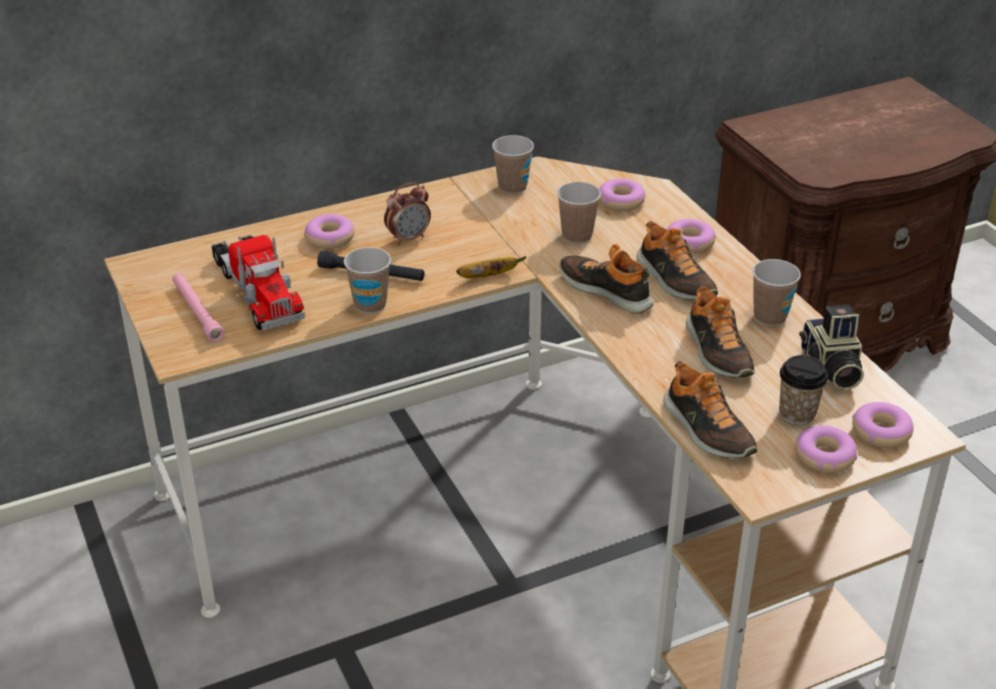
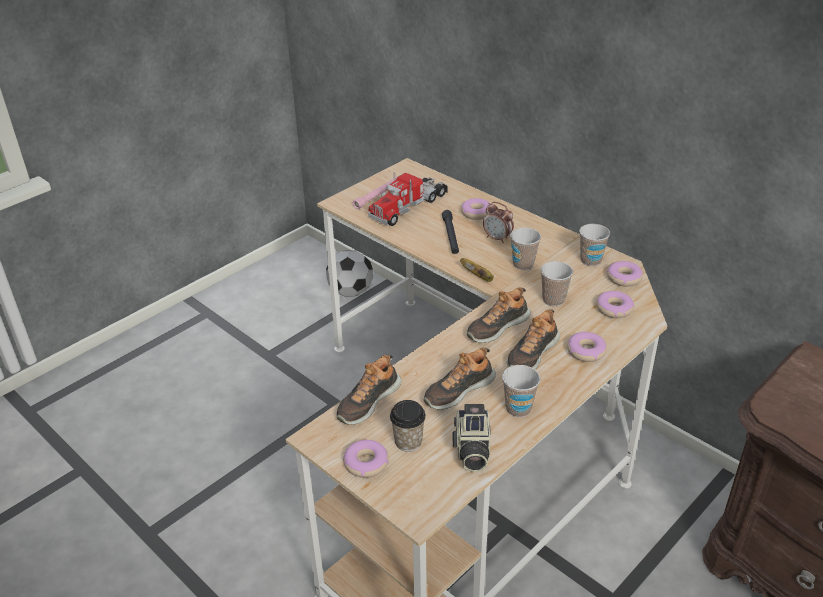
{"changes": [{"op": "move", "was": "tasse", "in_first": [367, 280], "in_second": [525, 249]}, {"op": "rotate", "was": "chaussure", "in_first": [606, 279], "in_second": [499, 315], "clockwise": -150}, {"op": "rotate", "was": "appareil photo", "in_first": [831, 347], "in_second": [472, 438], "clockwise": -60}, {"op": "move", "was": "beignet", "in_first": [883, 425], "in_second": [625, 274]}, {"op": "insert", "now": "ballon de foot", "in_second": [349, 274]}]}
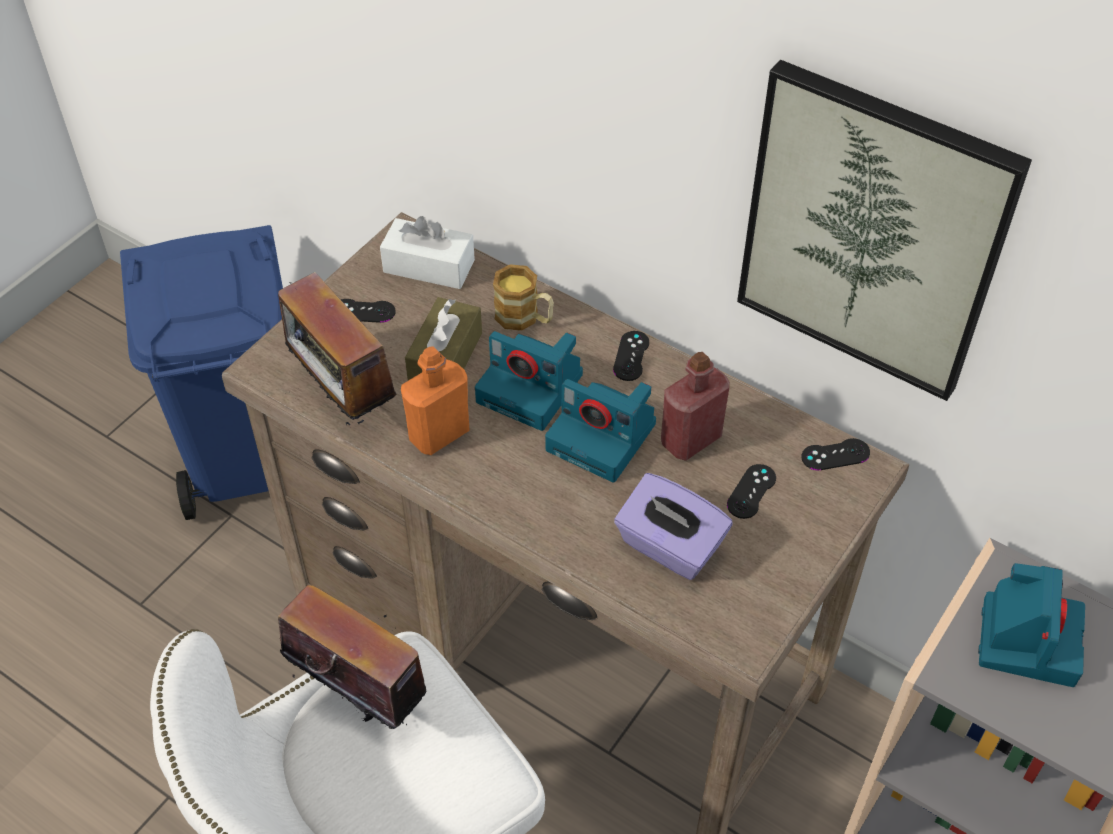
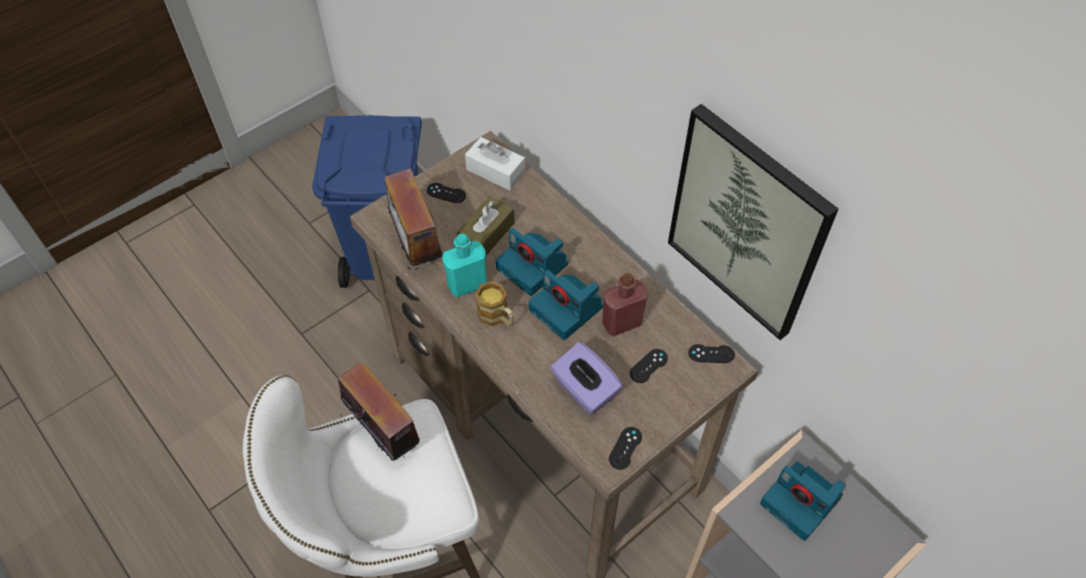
{"changes": [{"op": "recolor", "was": "bouteille [orange]", "now": "bouteille [turquoise]", "in_first": [435, 400], "in_second": [464, 265]}, {"op": "move", "was": "mug", "in_first": [523, 297], "in_second": [494, 303]}, {"op": "move", "was": "manette [noir]", "in_first": [631, 356], "in_second": [625, 448]}, {"op": "rotate", "was": "appareil photo", "in_first": [1031, 625], "in_second": [803, 501], "clockwise": 105}]}
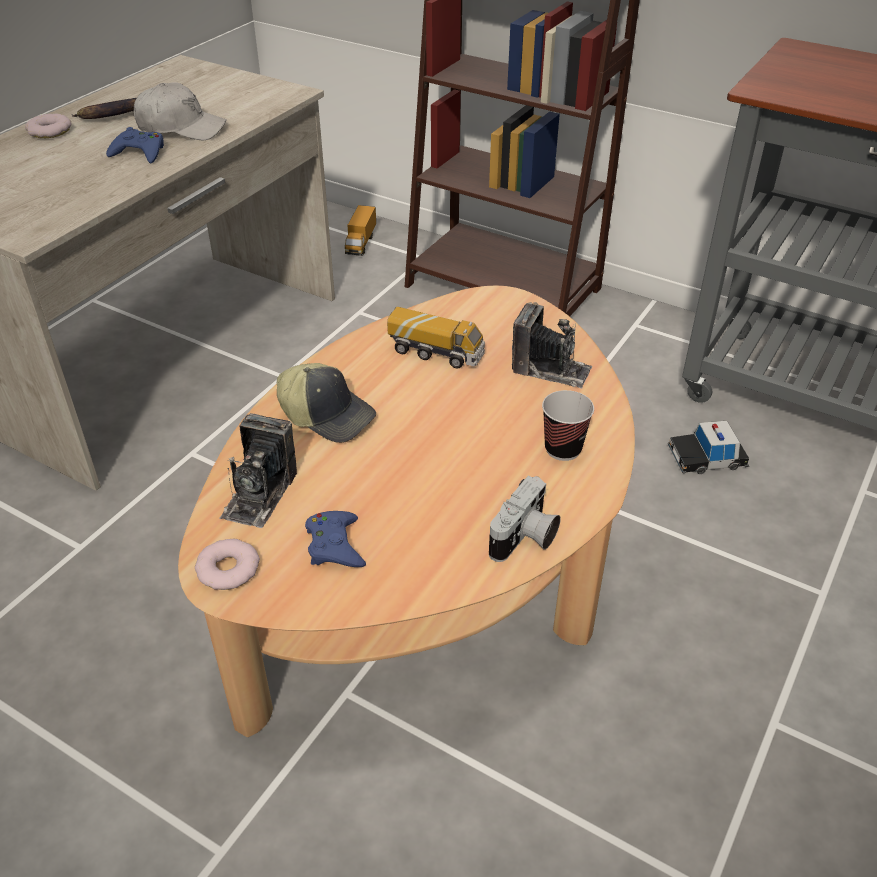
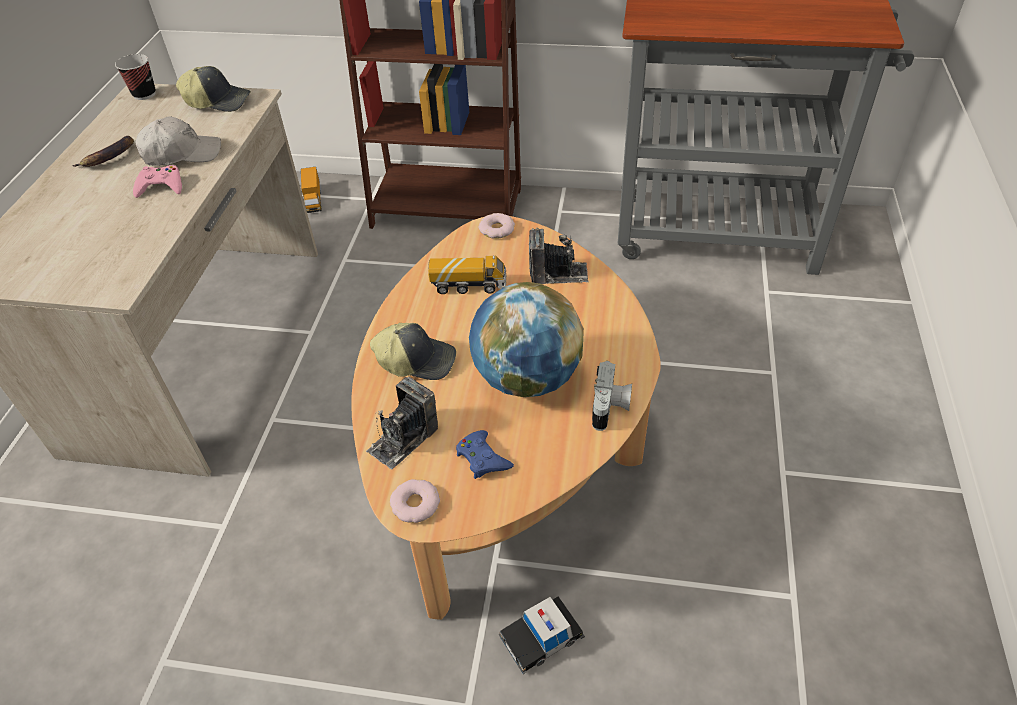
{"changes": [{"op": "move", "was": "beignet", "in_first": [48, 126], "in_second": [496, 226]}, {"op": "recolor", "was": "manette [bleu]", "now": "manette [rose]", "in_first": [135, 145], "in_second": [157, 181]}, {"op": "rotate", "was": "appareil photo", "in_first": [258, 470], "in_second": [402, 422], "clockwise": 45}, {"op": "move", "was": "tasse", "in_first": [568, 425], "in_second": [135, 77]}, {"op": "move", "was": "petite voiture", "in_first": [708, 447], "in_second": [542, 635]}, {"op": "insert", "now": "casquette", "in_second": [213, 89]}, {"op": "insert", "now": "globe", "in_second": [526, 339]}]}
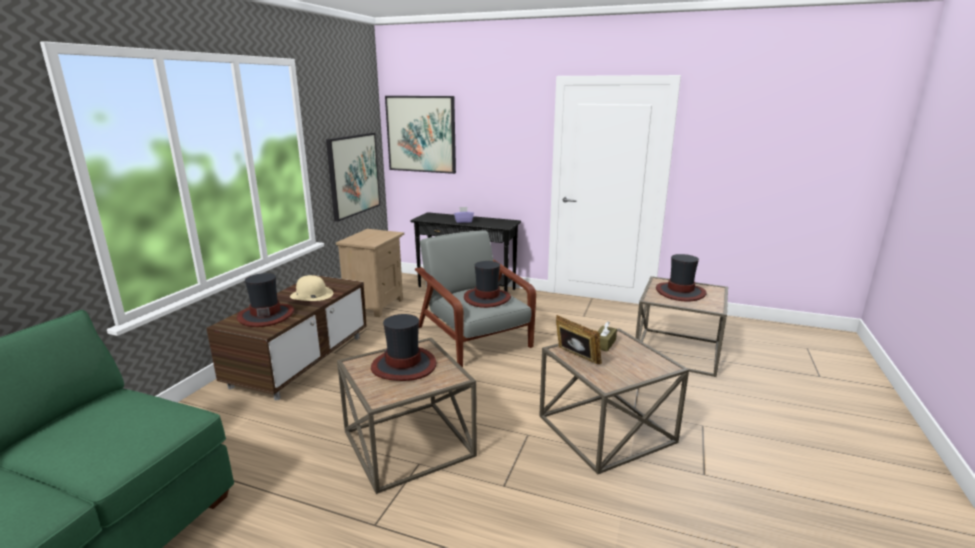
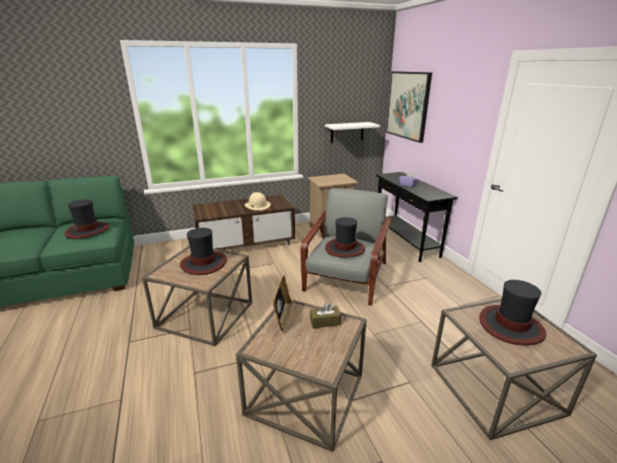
{"changes": [{"op": "move", "was": "chapeau", "in_first": [265, 300], "in_second": [87, 219]}, {"op": "replace", "was": "tableau", "now": "étagère [blanc]", "in_first": [353, 177], "in_second": [352, 132]}]}
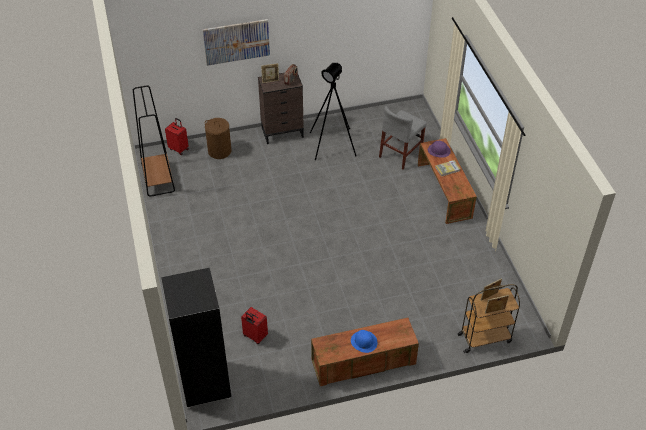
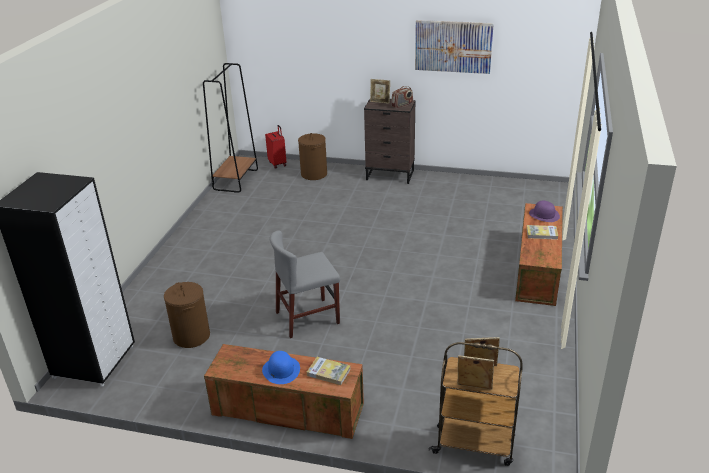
{"changes": [{"op": "move", "was": "tableau", "in_first": [236, 42], "in_second": [454, 47]}, {"op": "replace", "was": "valise [rouge]", "now": "panier à linge [marron]", "in_first": [254, 325], "in_second": [187, 315]}, {"op": "delete", "was": "lampadaire [noir]", "in_first": [333, 111]}, {"op": "move", "was": "chaise [gris]", "in_first": [403, 138], "in_second": [305, 284]}, {"op": "insert", "now": "livre", "in_second": [329, 371]}]}
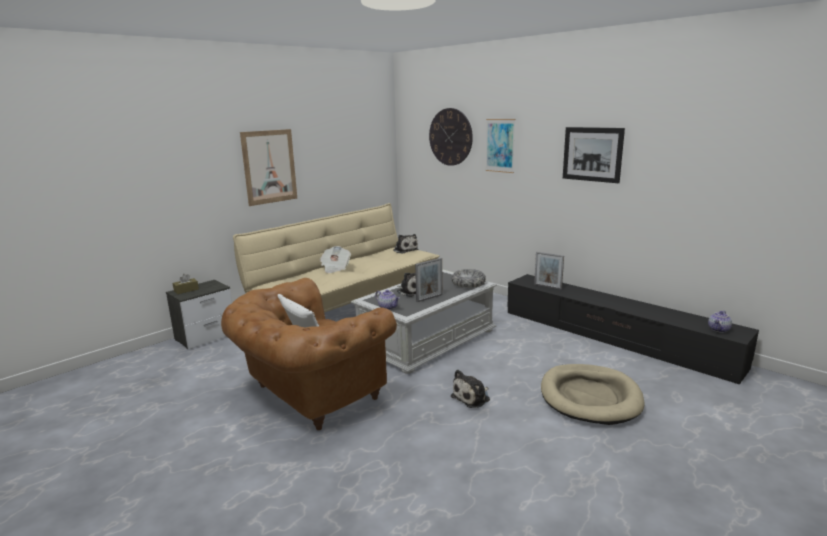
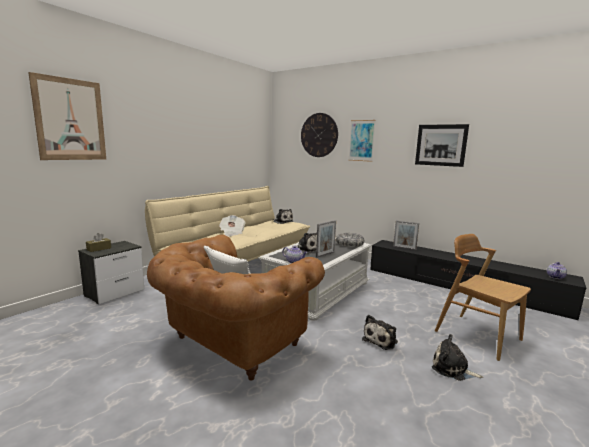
{"changes": [{"op": "move", "was": "tableau", "in_first": [268, 167], "in_second": [67, 116]}, {"op": "replace", "was": "panier pour chien [beige]", "now": "chaise [marron]", "in_first": [593, 394], "in_second": [483, 297]}, {"op": "insert", "now": "peluche", "in_second": [457, 357]}]}
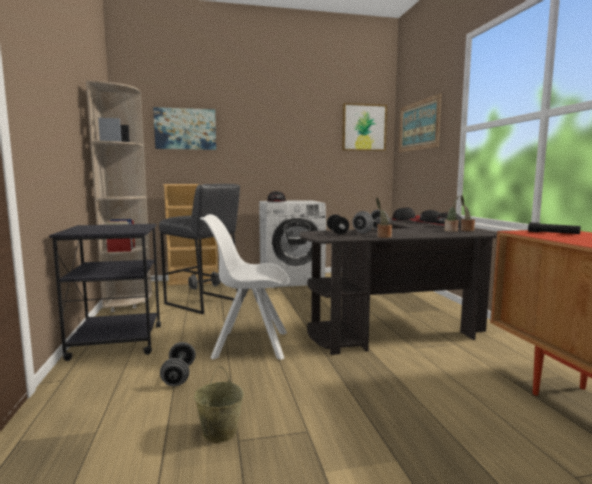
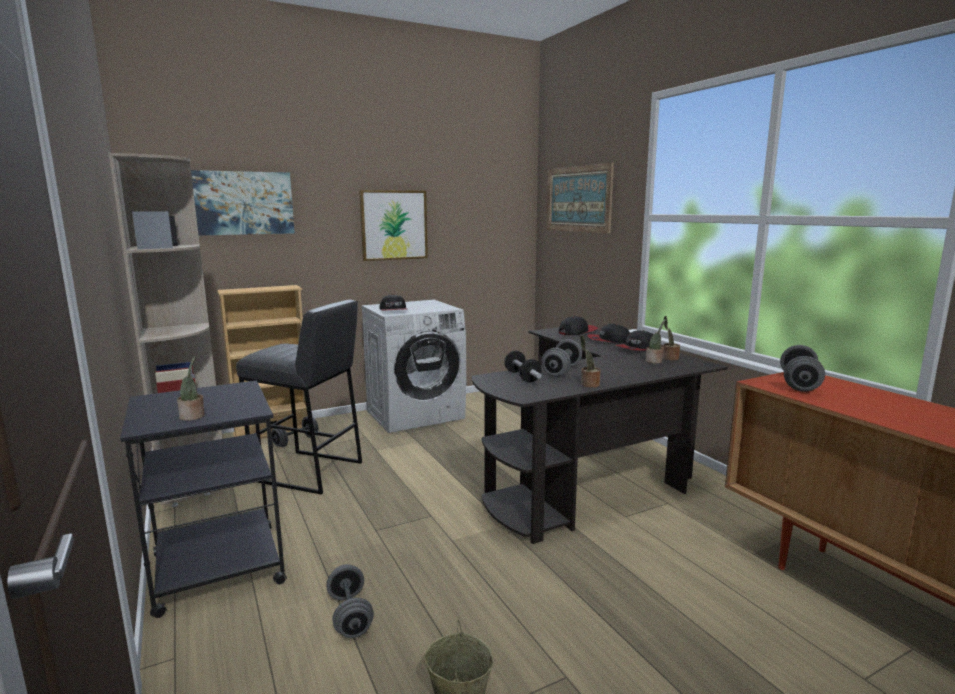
{"changes": [{"op": "delete", "was": "chaise [blanc]", "in_first": [245, 287]}, {"op": "move", "was": "tableau", "in_first": [364, 127], "in_second": [393, 225]}, {"op": "replace", "was": "lampe de poche [noir]", "now": "haltère [gris]", "in_first": [554, 228], "in_second": [802, 368]}, {"op": "insert", "now": "plante en pot", "in_second": [191, 388]}]}
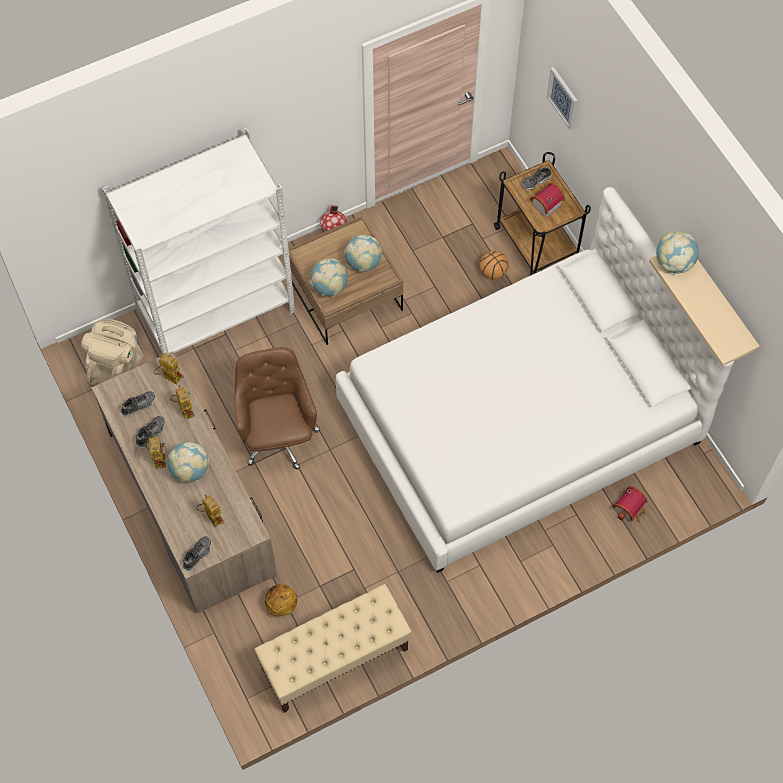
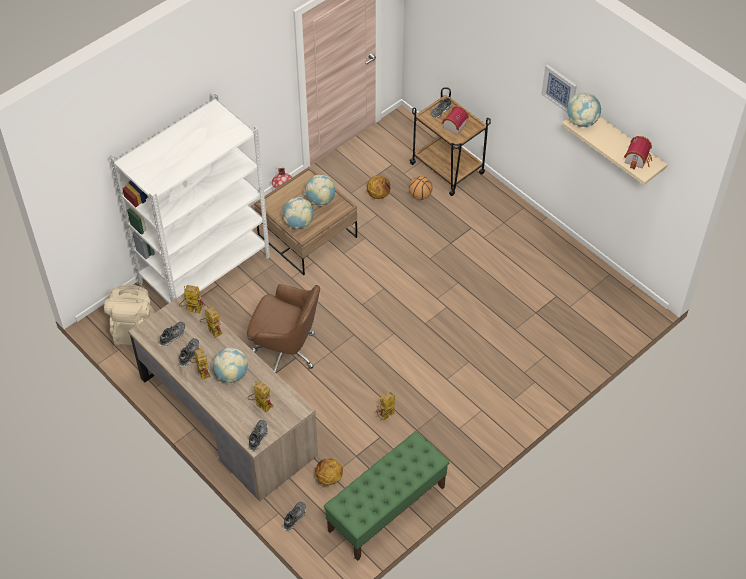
{"changes": [{"op": "rotate", "was": "chaise de bureau [marron]", "in_first": [277, 408], "in_second": [283, 328], "clockwise": 135}, {"op": "recolor", "was": "banc [beige]", "now": "banc [vert]", "in_first": [332, 648], "in_second": [387, 496]}, {"op": "delete", "was": "lit [blanc]", "in_first": [535, 380]}, {"op": "move", "was": "tableau", "in_first": [562, 98], "in_second": [559, 88]}, {"op": "move", "was": "maison miniature", "in_first": [629, 504], "in_second": [638, 153]}, {"op": "insert", "now": "chaussure", "in_second": [294, 516]}, {"op": "insert", "now": "ballon de basket", "in_second": [379, 187]}, {"op": "insert", "now": "robot jouet", "in_second": [385, 405]}]}
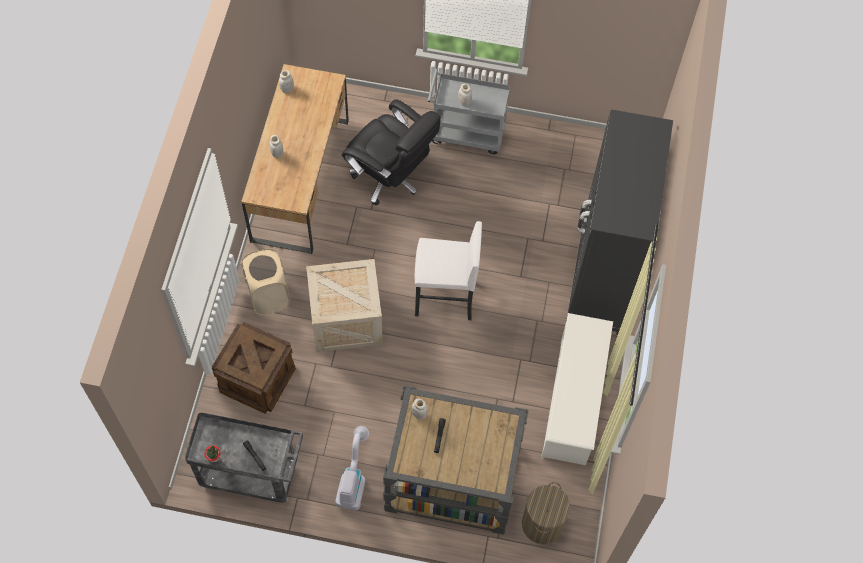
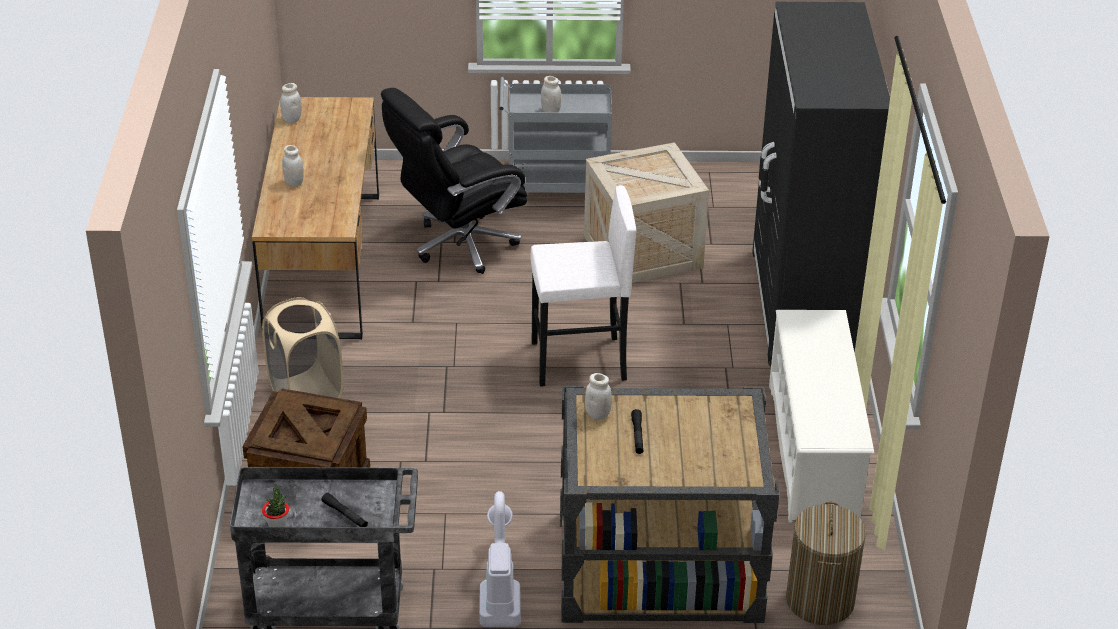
{"changes": [{"op": "move", "was": "caisse", "in_first": [344, 305], "in_second": [646, 212]}, {"op": "rotate", "was": "chaise de bureau [noir]", "in_first": [391, 152], "in_second": [454, 181], "clockwise": 120}]}
